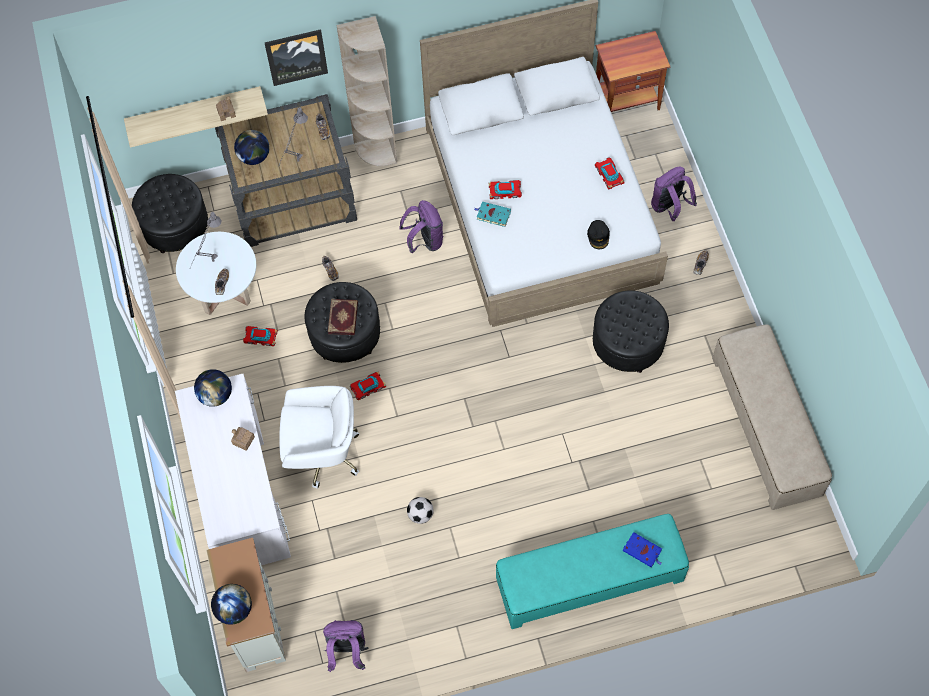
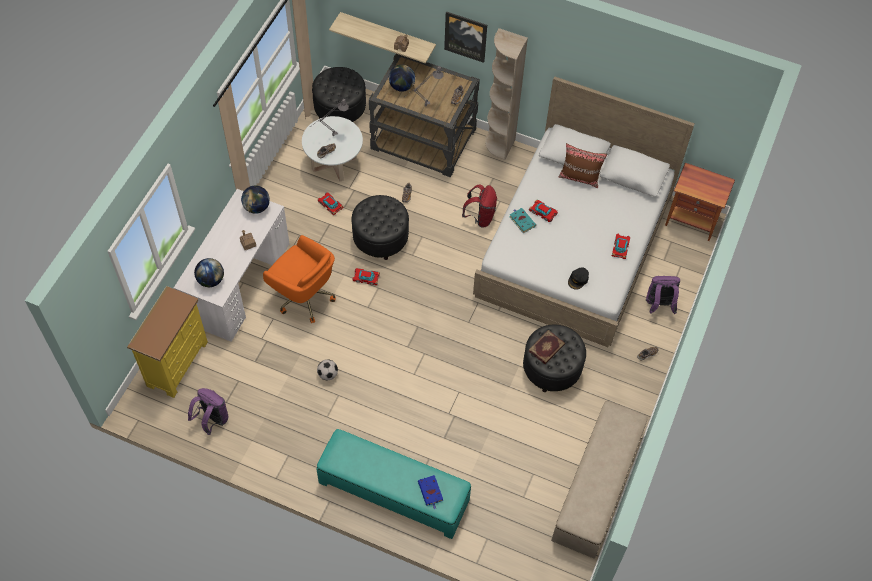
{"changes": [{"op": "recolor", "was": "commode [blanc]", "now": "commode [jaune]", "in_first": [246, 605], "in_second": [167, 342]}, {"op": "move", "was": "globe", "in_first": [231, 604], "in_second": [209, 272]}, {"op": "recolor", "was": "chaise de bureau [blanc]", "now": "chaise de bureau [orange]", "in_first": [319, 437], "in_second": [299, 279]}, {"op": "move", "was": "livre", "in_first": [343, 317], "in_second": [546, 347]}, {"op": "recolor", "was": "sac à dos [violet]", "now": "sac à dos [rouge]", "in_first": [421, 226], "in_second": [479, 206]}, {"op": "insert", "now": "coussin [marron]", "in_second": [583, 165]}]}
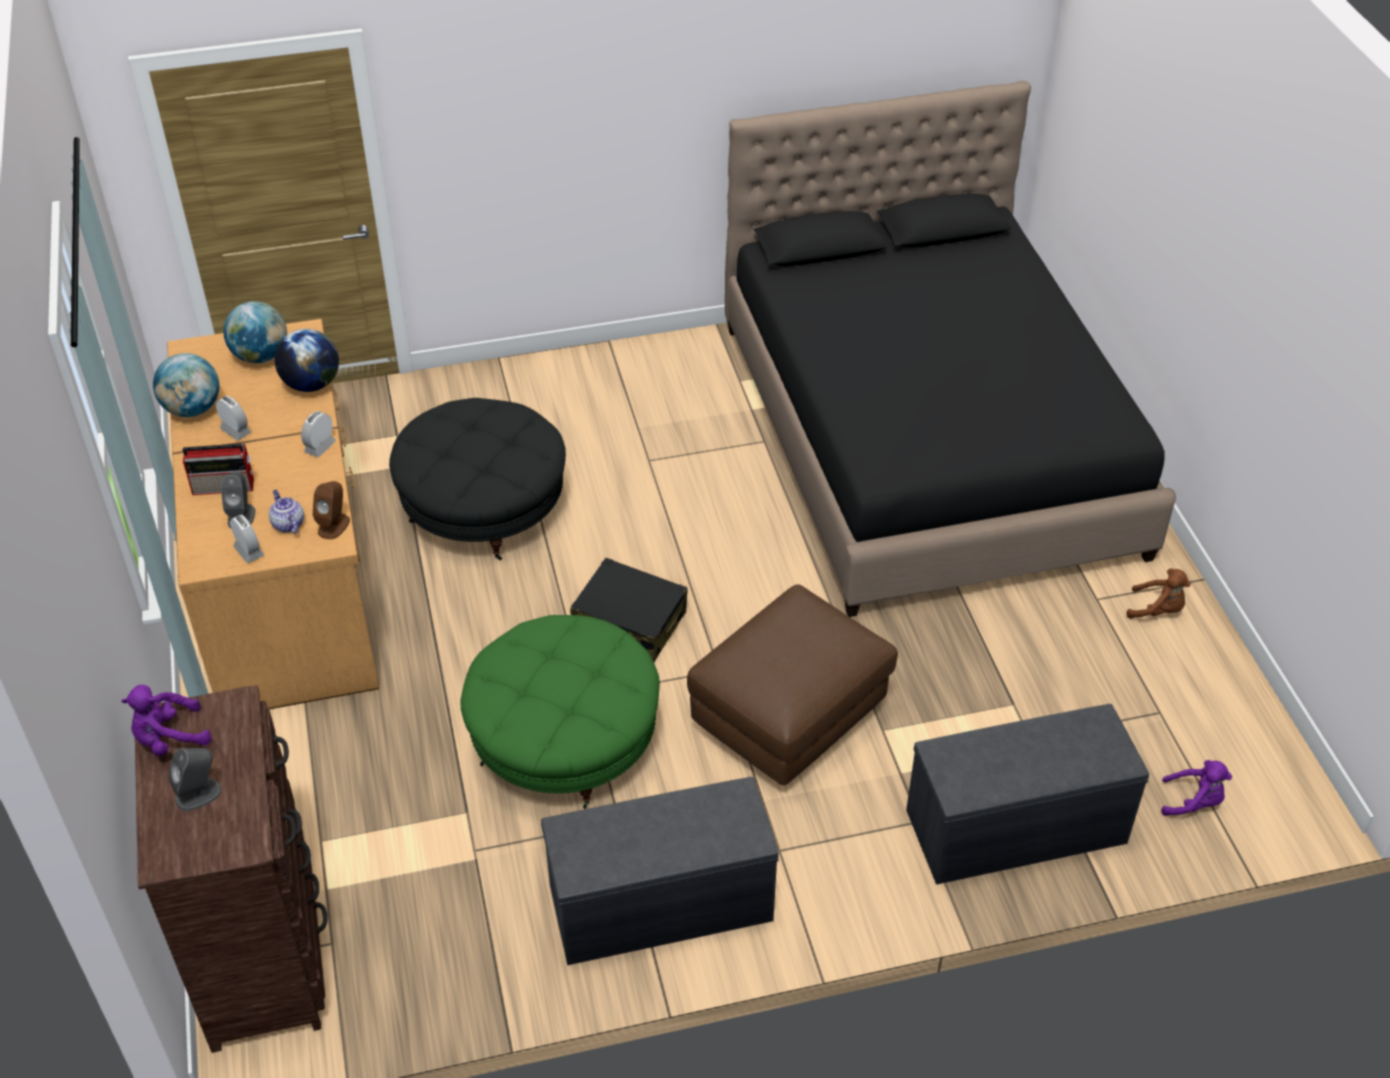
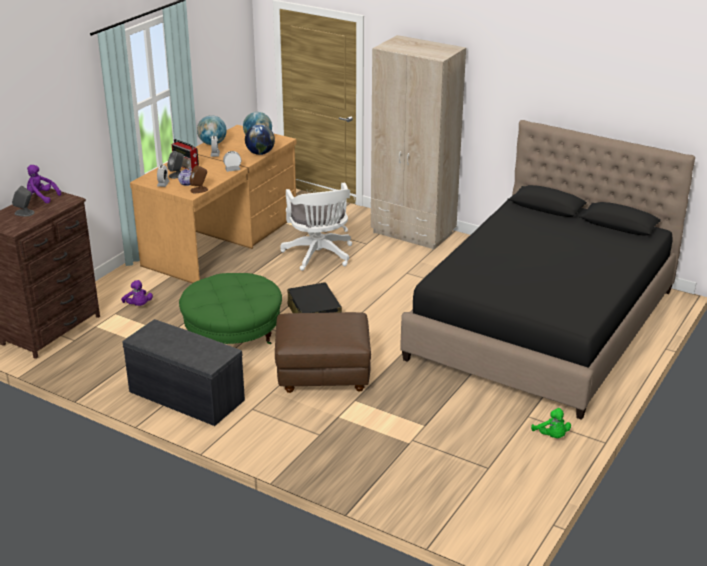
{"changes": [{"op": "replace", "was": "pouf [noir]", "now": "chaise de bureau [blanc]", "in_first": [477, 479], "in_second": [316, 226]}, {"op": "delete", "was": "banc [gris]", "in_first": [1027, 794]}, {"op": "recolor", "was": "peluche [marron]", "now": "peluche [vert]", "in_first": [1159, 593], "in_second": [551, 423]}, {"op": "move", "was": "peluche [violet]", "in_first": [1196, 788], "in_second": [137, 293]}, {"op": "insert", "now": "armoire [beige]", "in_second": [418, 142]}]}
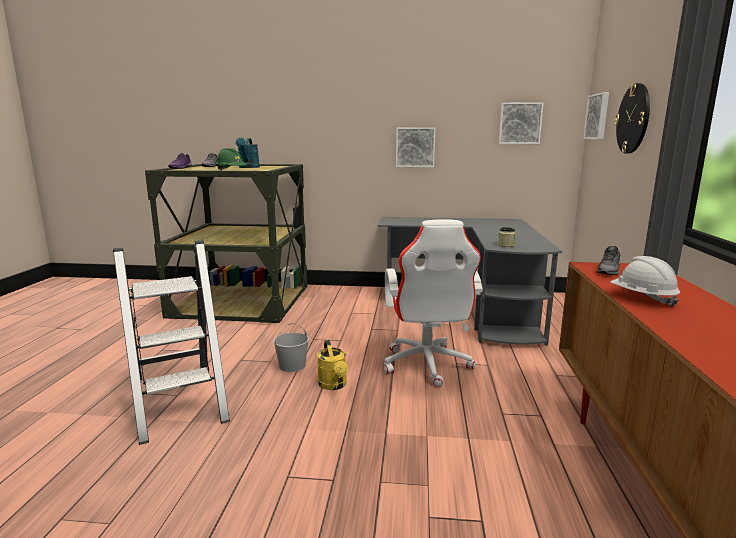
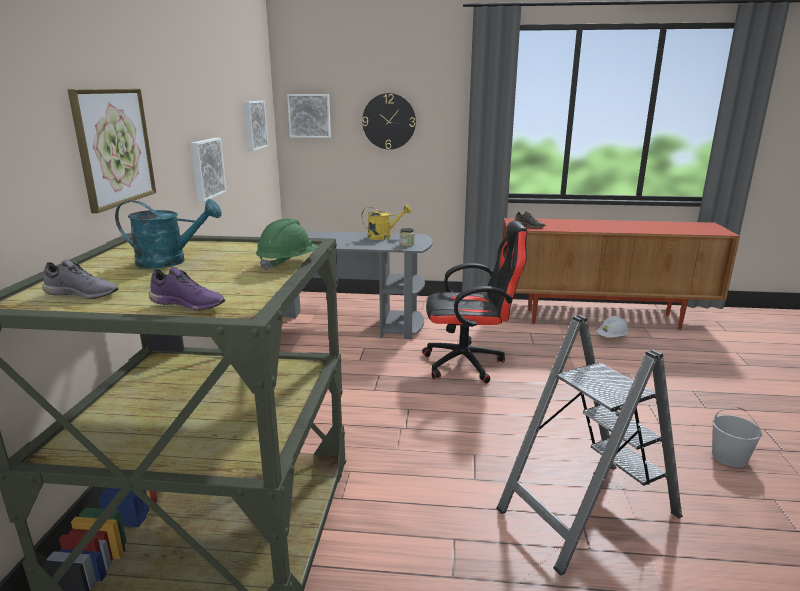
{"changes": [{"op": "move", "was": "seau [blanc]", "in_first": [291, 347], "in_second": [737, 437]}, {"op": "move", "was": "arrosoir [jaune]", "in_first": [332, 365], "in_second": [386, 222]}, {"op": "recolor", "was": "chaise de bureau [blanc]", "now": "chaise de bureau [noir]", "in_first": [433, 303], "in_second": [475, 302]}, {"op": "move", "was": "casque de chantier [blanc]", "in_first": [645, 281], "in_second": [613, 327]}, {"op": "insert", "now": "tableau", "in_second": [112, 151]}]}
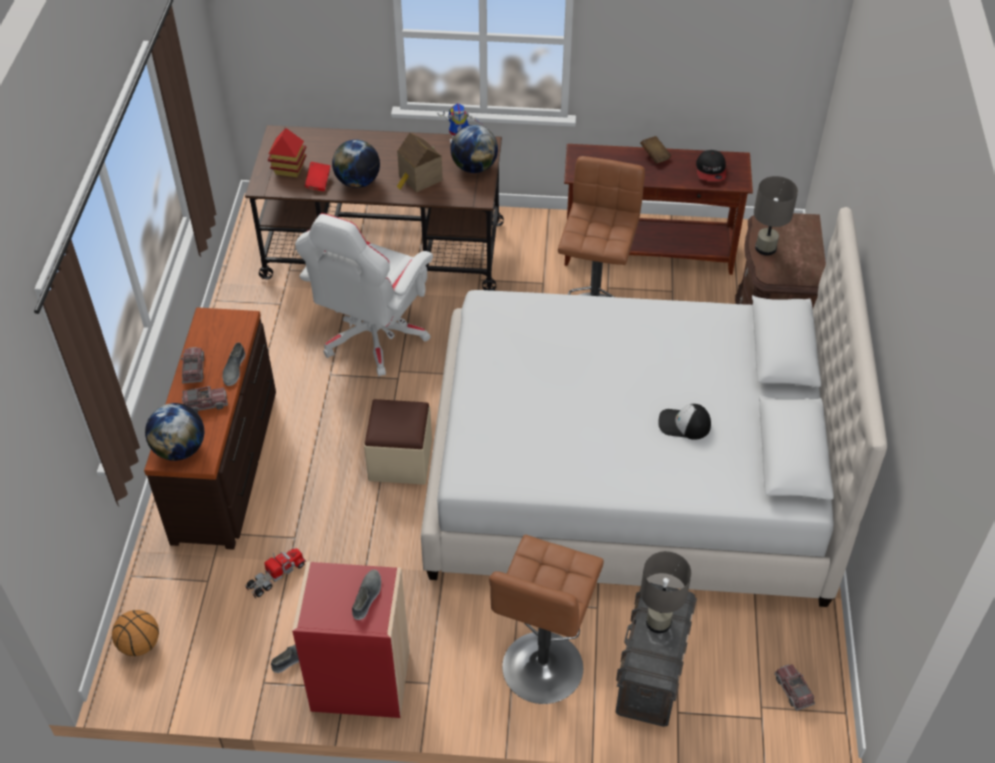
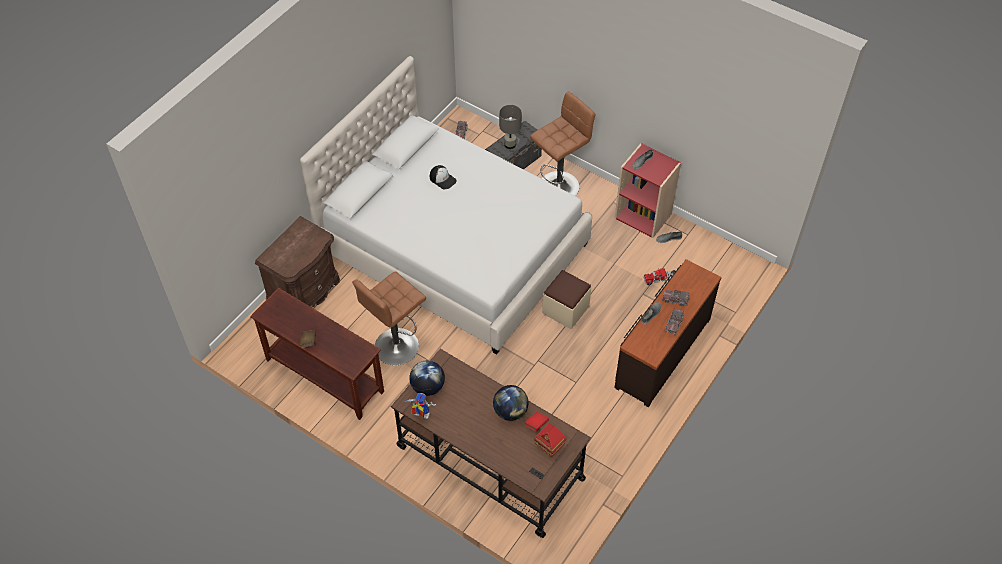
{"changes": [{"op": "delete", "was": "ballon de basket", "in_first": [135, 633]}, {"op": "delete", "was": "globe", "in_first": [174, 432]}, {"op": "delete", "was": "chaise de bureau [blanc]", "in_first": [364, 294]}, {"op": "delete", "was": "maison miniature", "in_first": [420, 163]}, {"op": "delete", "was": "casquette", "in_first": [711, 165]}, {"op": "delete", "was": "lampe de table [gris]", "in_first": [776, 215]}]}
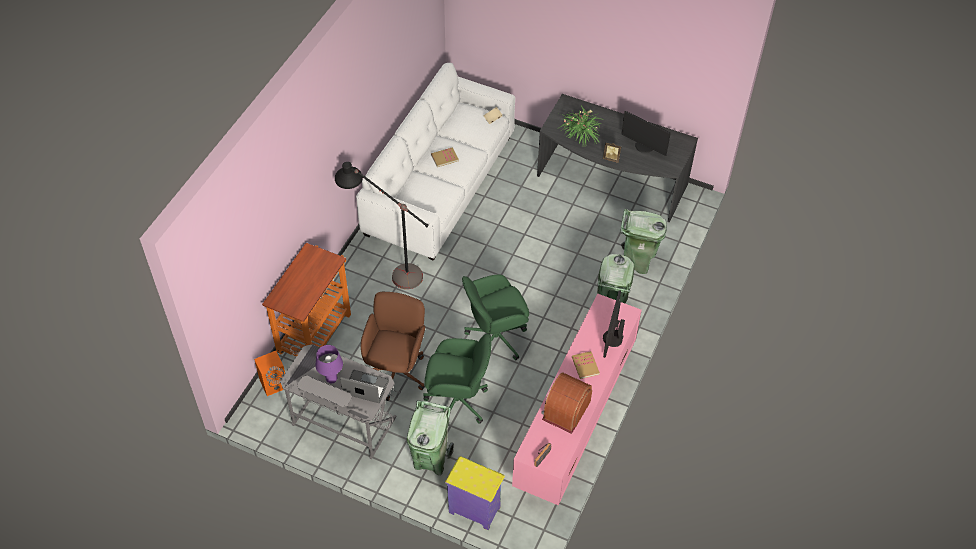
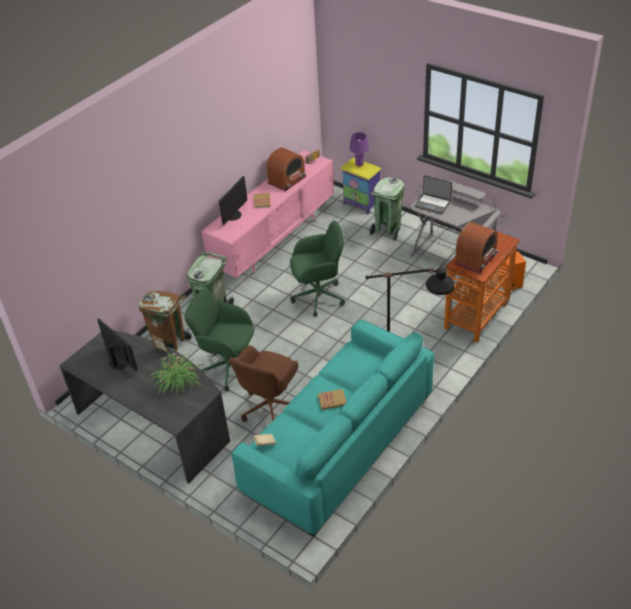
{"changes": [{"op": "move", "was": "lampe de table [violet]", "in_first": [329, 364], "in_second": [359, 149]}, {"op": "recolor", "was": "canapé [blanc]", "now": "canapé [turquoise]", "in_first": [435, 162], "in_second": [332, 428]}, {"op": "move", "was": "chaise de bureau [marron]", "in_first": [393, 346], "in_second": [263, 384]}, {"op": "move", "was": "chaise de bureau [vert]", "in_first": [457, 378], "in_second": [219, 340]}, {"op": "recolor", "was": "poubelle [vert]", "now": "poubelle [marron]", "in_first": [643, 241], "in_second": [165, 321]}, {"op": "insert", "now": "radio", "in_second": [476, 247]}]}
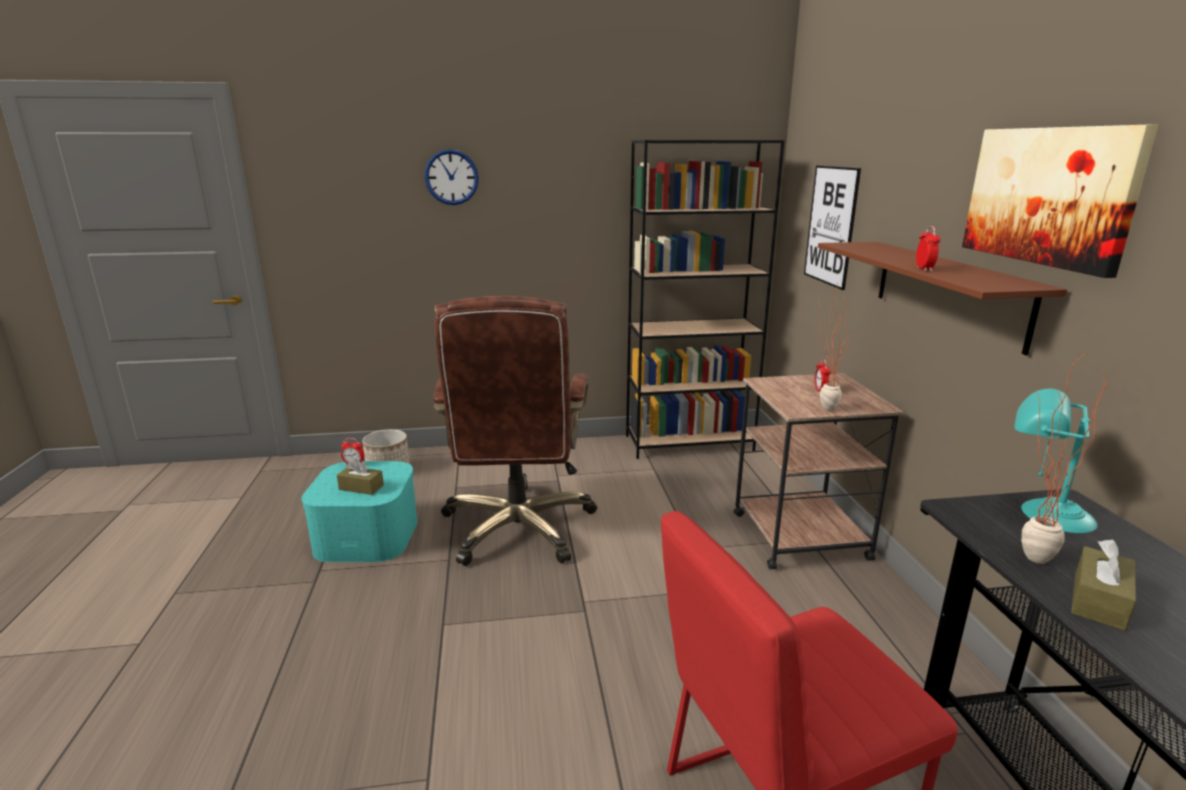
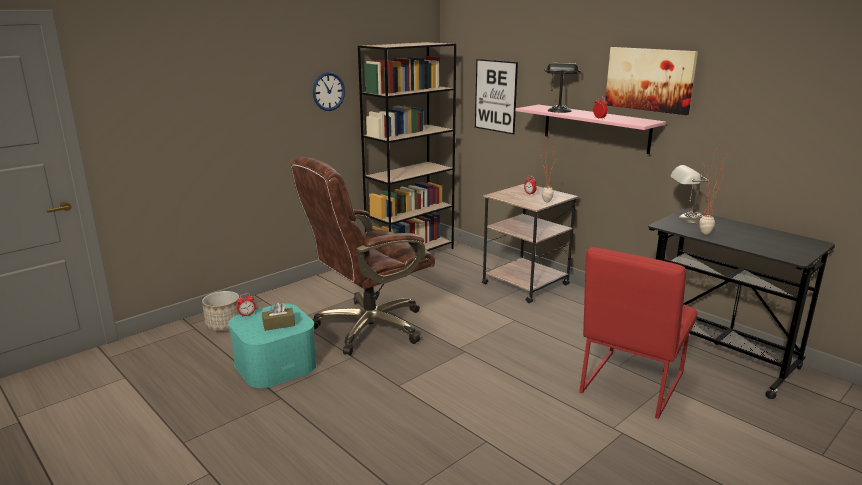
{"changes": [{"op": "move", "was": "horloge murale", "in_first": [451, 177], "in_second": [329, 91]}, {"op": "rotate", "was": "chaise de bureau [marron]", "in_first": [515, 431], "in_second": [363, 256], "clockwise": 90}, {"op": "recolor", "was": "étagère [marron]", "now": "étagère [rose]", "in_first": [942, 298], "in_second": [590, 129]}, {"op": "recolor", "was": "lampe de table [turquoise]", "now": "lampe de table [blanc]", "in_first": [1056, 461], "in_second": [689, 194]}, {"op": "delete", "was": "boîte à mouchoirs [marron]", "in_first": [1103, 585]}, {"op": "insert", "now": "lampe de table [noir]", "in_second": [562, 88]}]}
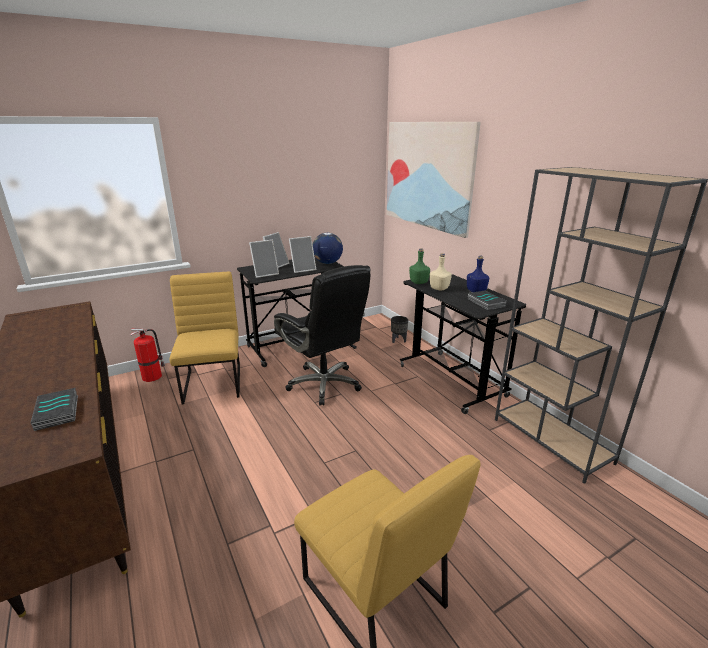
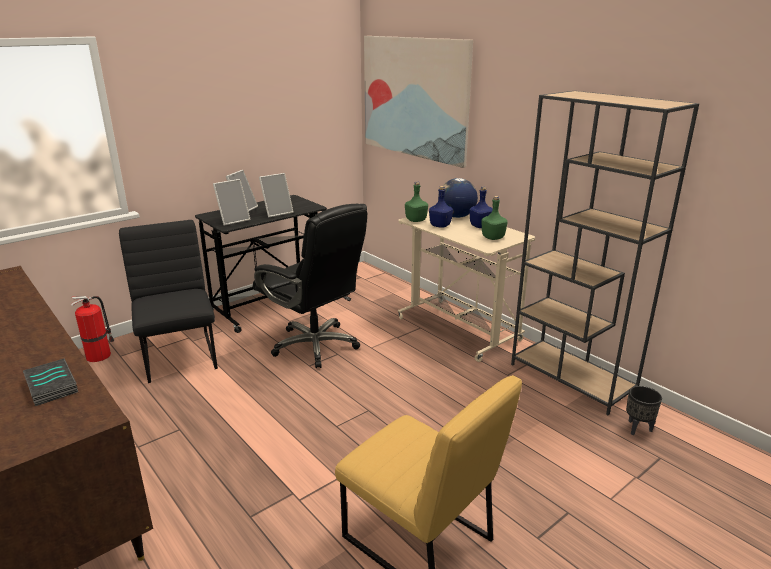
{"changes": [{"op": "recolor", "was": "chaise [jaune]", "now": "chaise [noir]", "in_first": [204, 337], "in_second": [168, 301]}, {"op": "move", "was": "globe", "in_first": [328, 248], "in_second": [458, 198]}, {"op": "move", "was": "cache-pot [noir]", "in_first": [399, 329], "in_second": [644, 411]}, {"op": "recolor", "was": "bureau [noir]", "now": "bureau [beige]", "in_first": [463, 344], "in_second": [466, 286]}, {"op": "recolor", "was": "bouteille [beige]", "now": "bouteille [bleu]", "in_first": [441, 272], "in_second": [441, 207]}, {"op": "replace", "was": "livre", "now": "bouteille [vert]", "in_first": [487, 300], "in_second": [494, 218]}]}
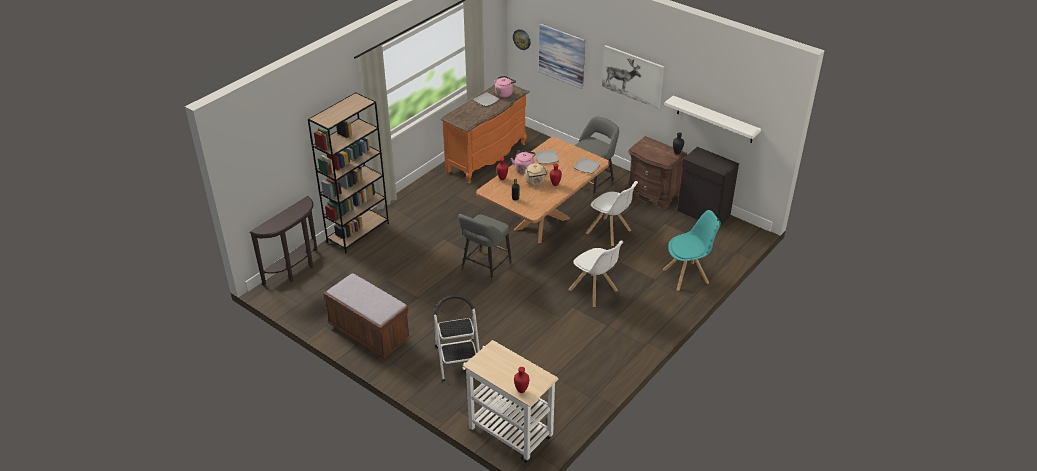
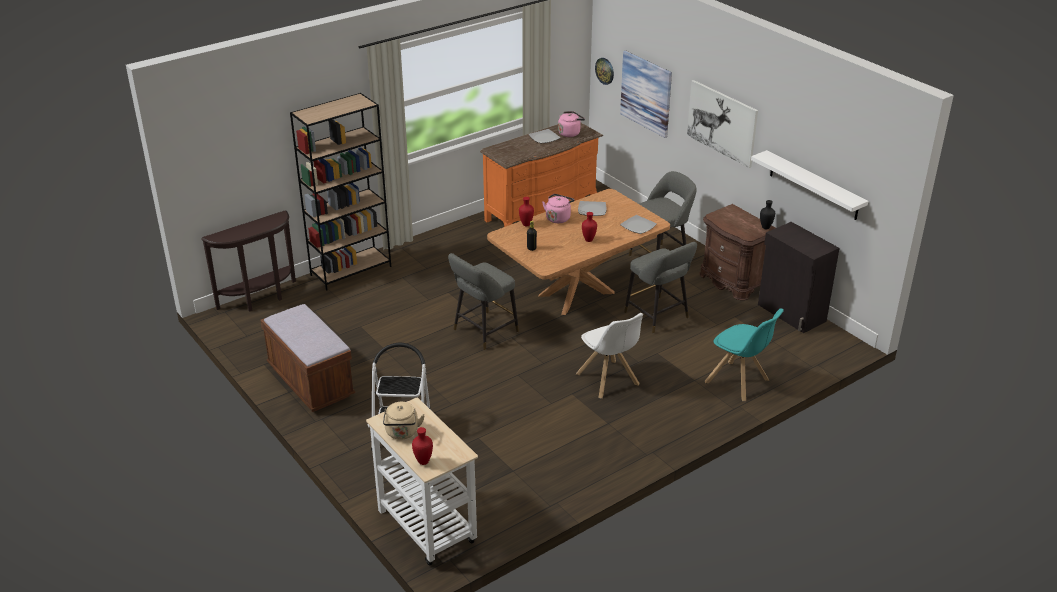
{"changes": [{"op": "move", "was": "bouilloire [beige]", "in_first": [537, 174], "in_second": [404, 421]}, {"op": "replace", "was": "chaise [blanc]", "now": "tabouret [gris]", "in_first": [612, 213], "in_second": [660, 288]}, {"op": "rotate", "was": "chaise [turquoise]", "in_first": [692, 250], "in_second": [744, 355], "clockwise": 45}]}
